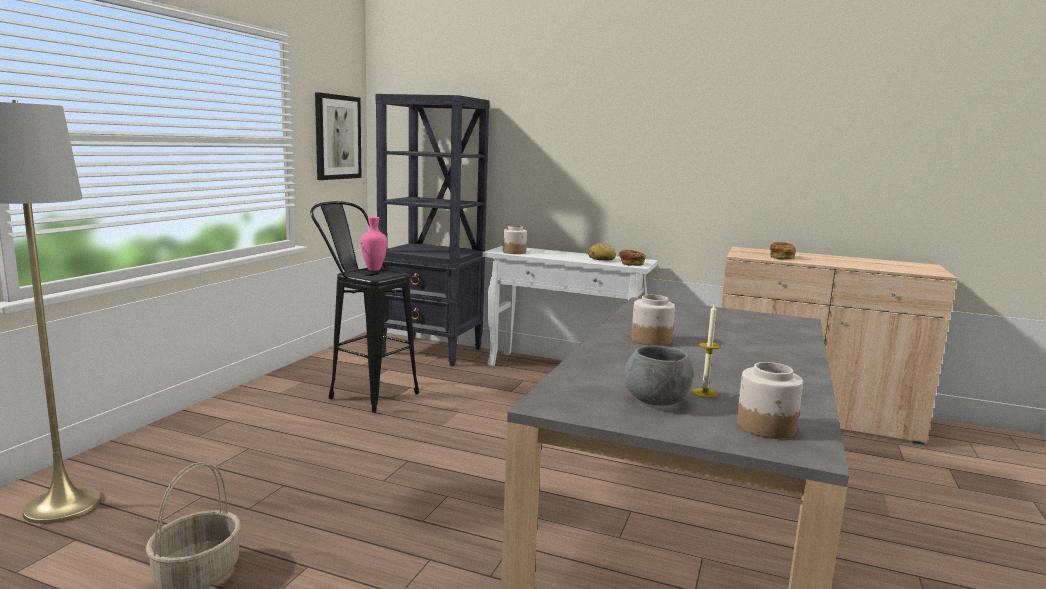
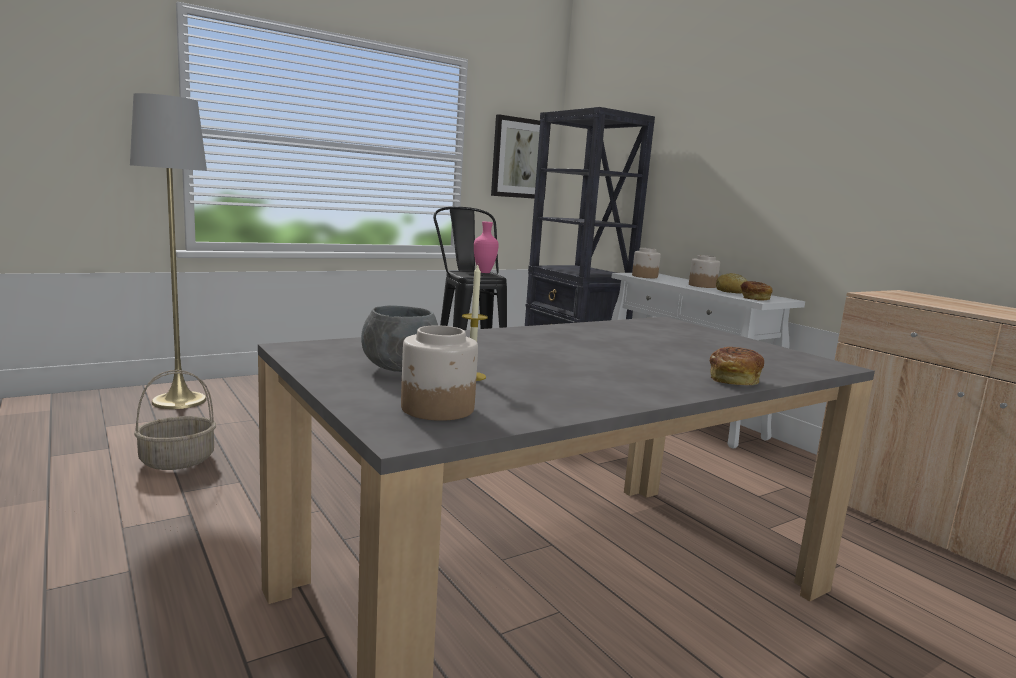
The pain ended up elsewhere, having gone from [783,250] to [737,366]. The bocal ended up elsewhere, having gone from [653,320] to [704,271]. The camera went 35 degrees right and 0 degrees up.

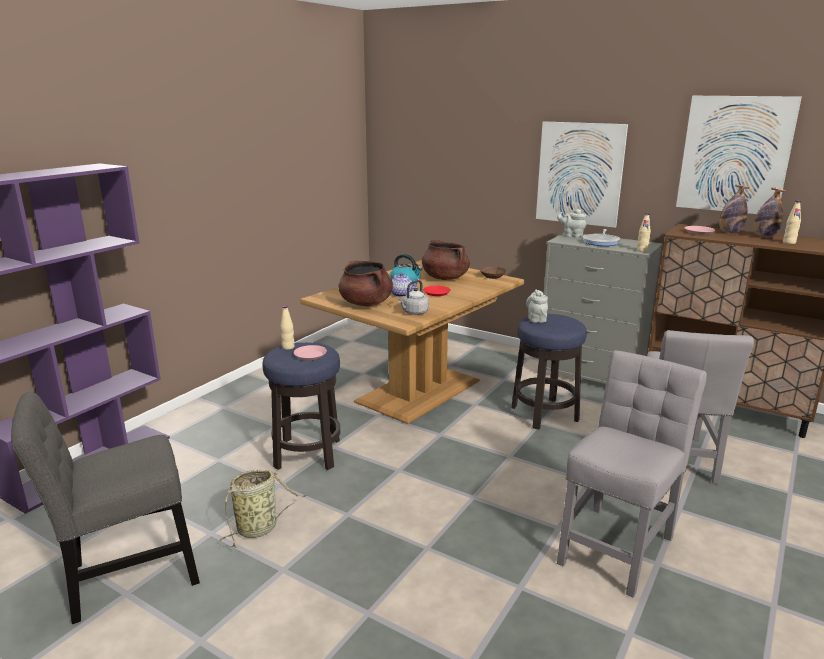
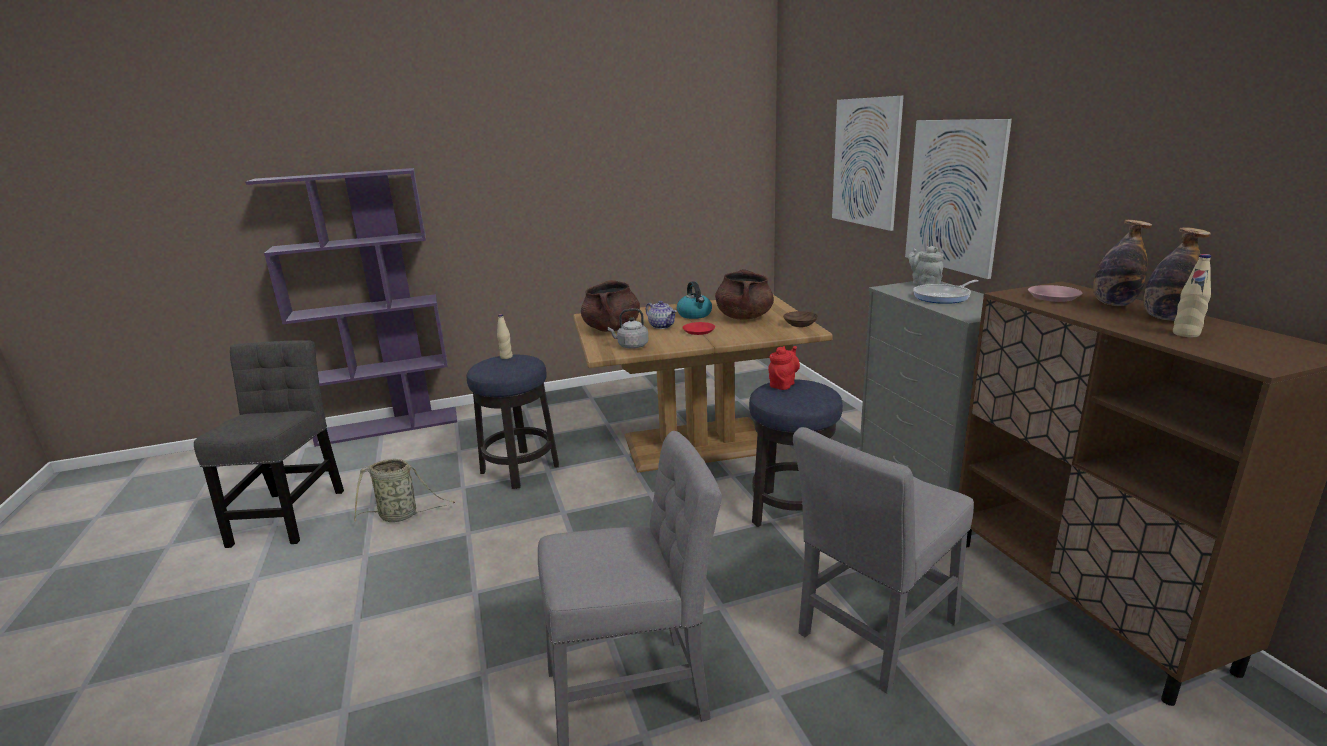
The tableau ended up elsewhere, having gone from [739,155] to [868,163]. The second view lost the bouteille [beige] at [644,232]. What was the théière [gris] at [537,306] turned into the théière [rouge] at [784,368]. The second view lost the assiette [rose] at [310,352]. The chaise [gris] at [105,508] ended up facing another way, 75 degrees clockwise from before. The camera went 40 degrees right and 0 degrees up.

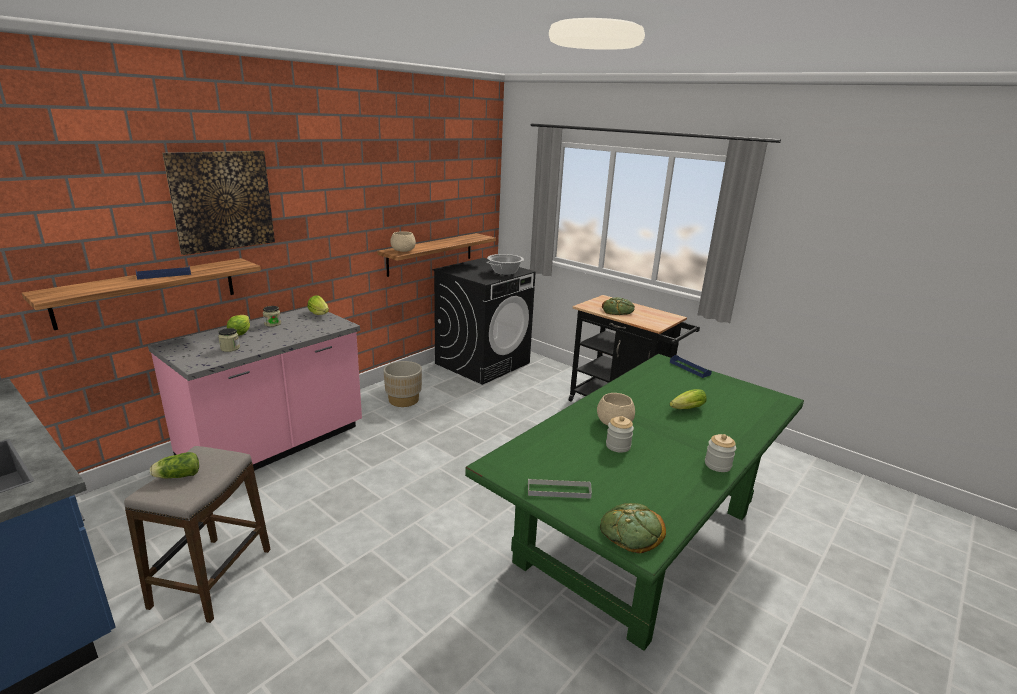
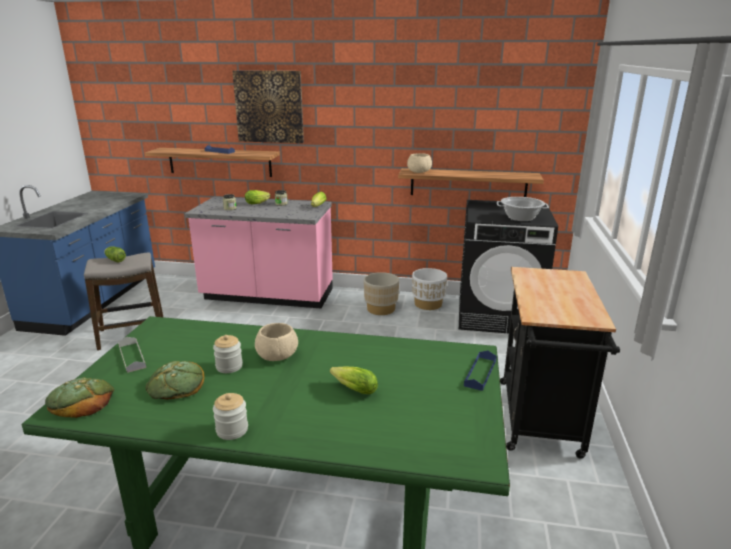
The pain ended up elsewhere, having gone from [618,306] to [175,380]. The second view gained the cache-pot [blanc] at [429,289]. The camera went 60 degrees right and 0 degrees up.

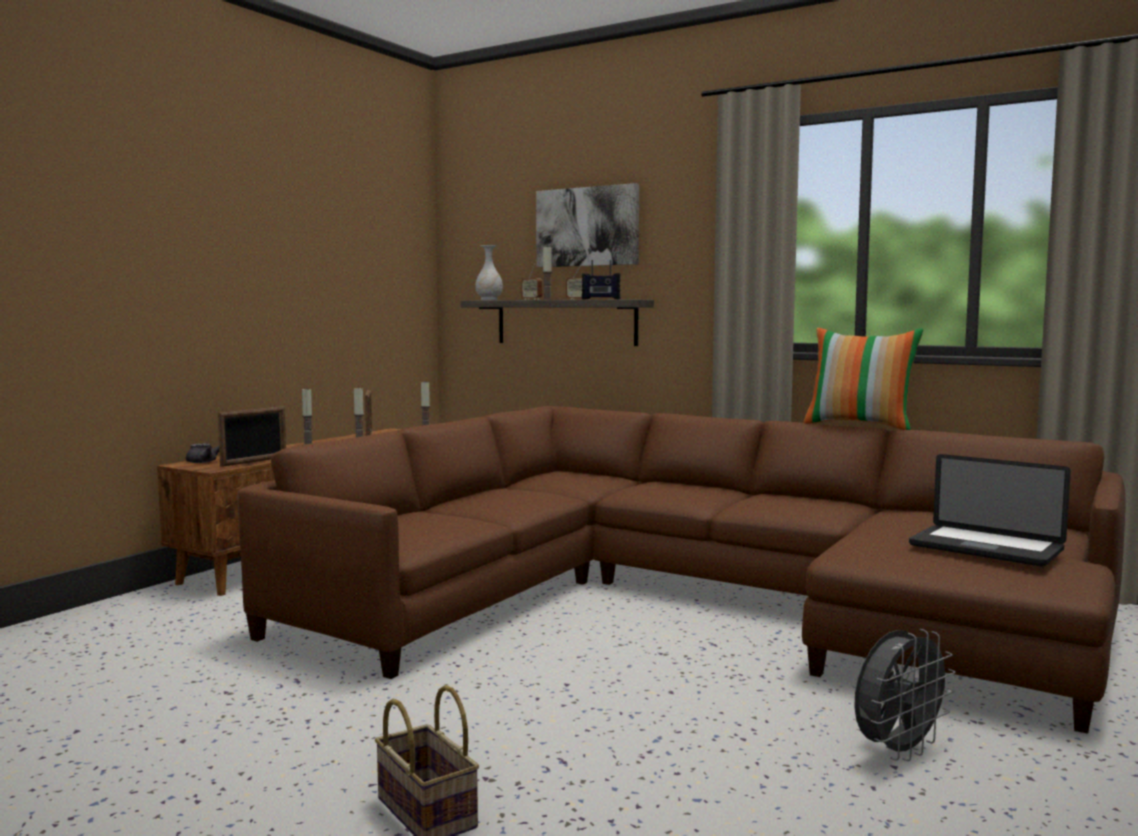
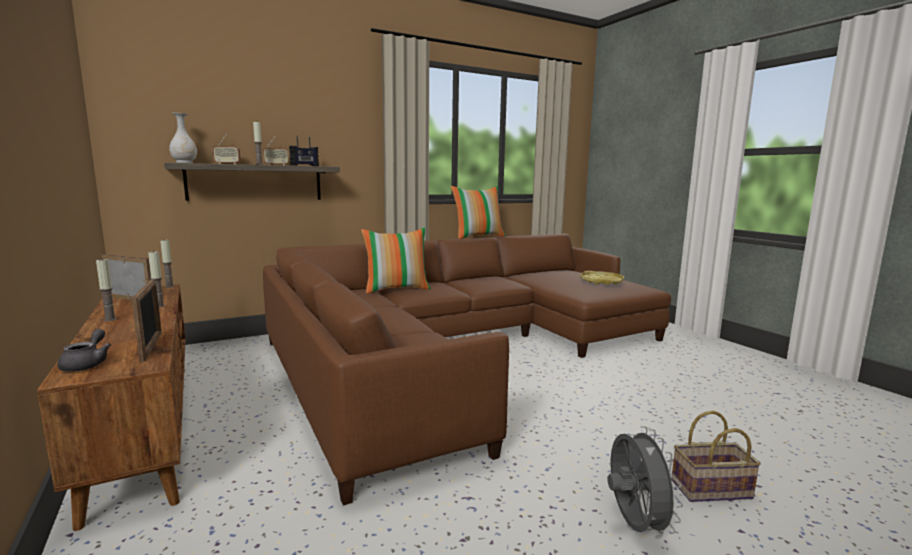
The second view lost the tableau at [587,225]. Where the ordinateur portable stood at [990,510], the plateau [jaune] came to stand at [602,278]. The ventilateur [gris] ended up elsewhere, having gone from [904,695] to [645,481]. The second view gained the coussin at [396,261]. The camera went 60 degrees left and 5 degrees up.

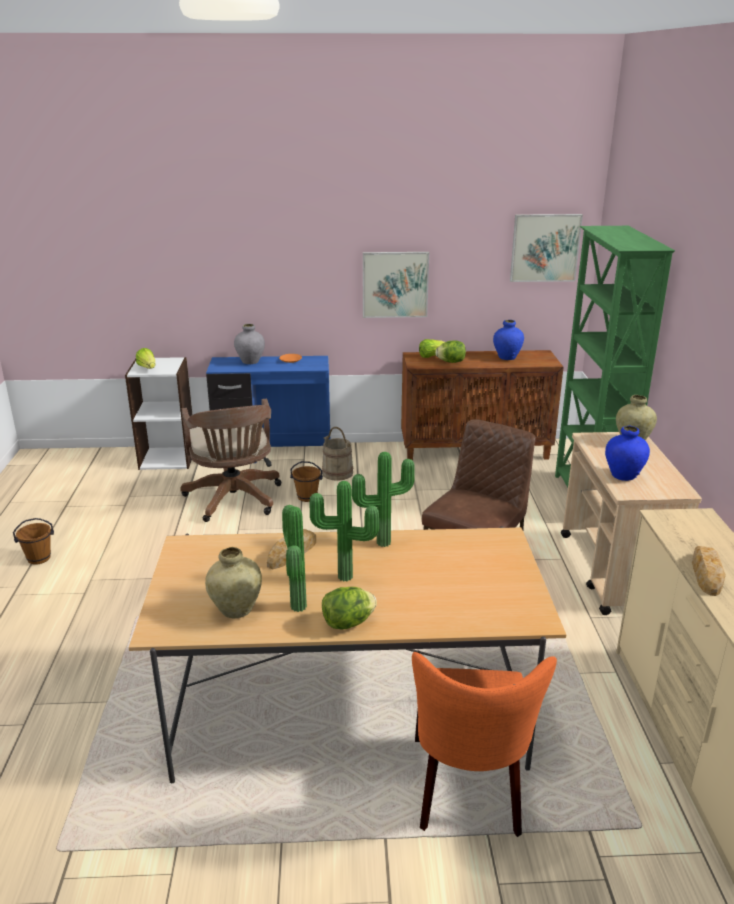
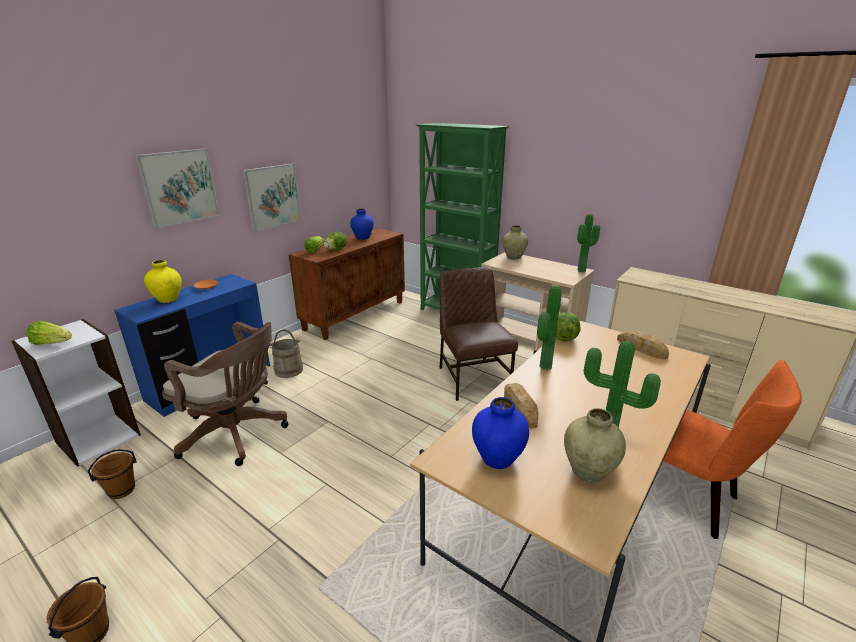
The tableau ended up elsewhere, having gone from [546,248] to [177,189]. What was the vase [gris] at [249,344] turned into the vase [jaune] at [162,281]. The vase [bleu] ended up elsewhere, having gone from [627,453] to [500,433]. The seau [marron] ended up elsewhere, having gone from [306,481] to [112,474]. The plante en pot ended up elsewhere, having gone from [344,531] to [588,243]. The pain ended up elsewhere, having gone from [709,571] to [643,344]. The laitue ended up elsewhere, having gone from [349,608] to [568,327]. The camera went 50 degrees left and 0 degrees up.

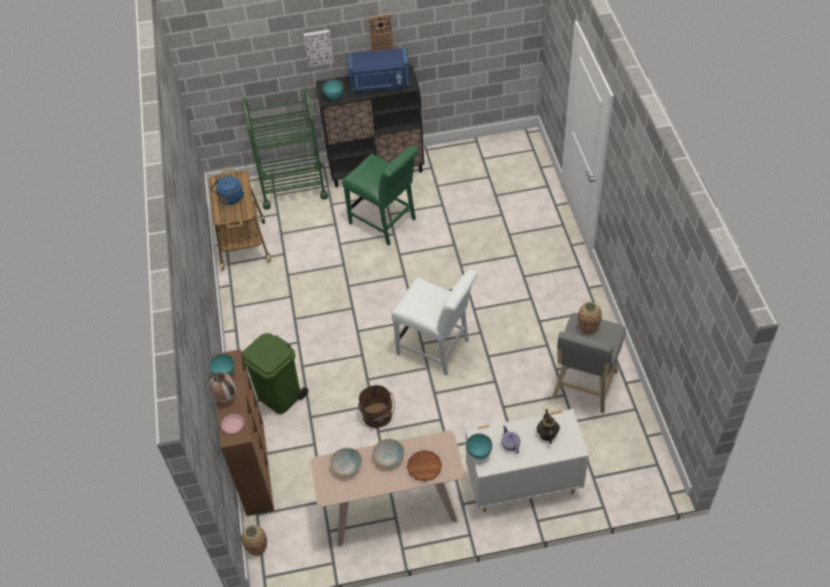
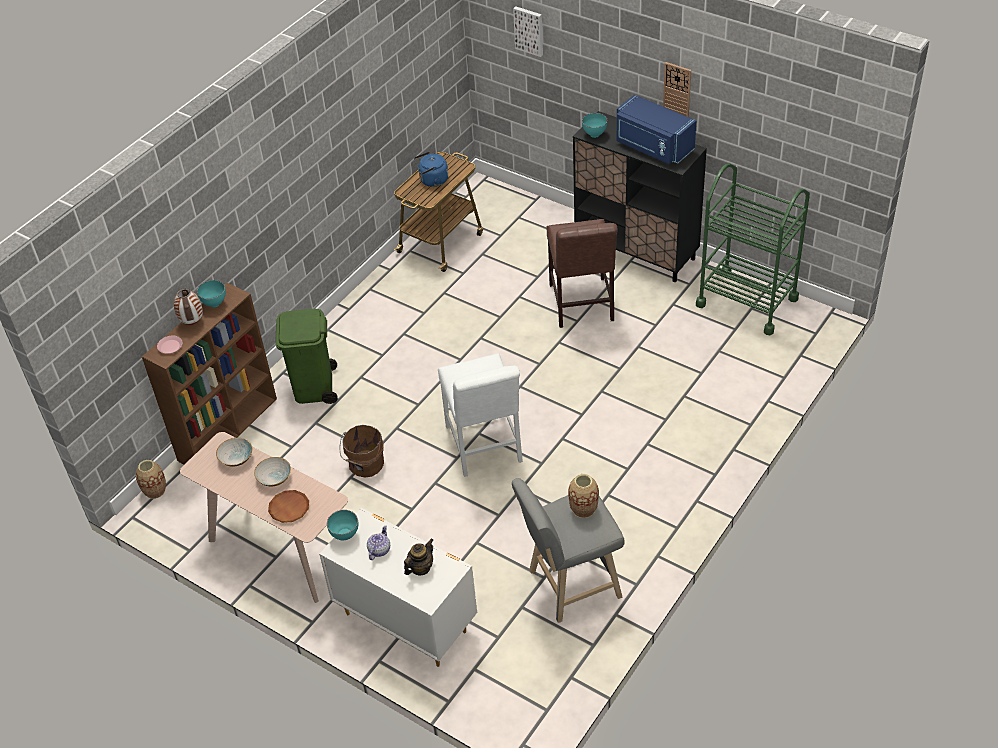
The tableau ended up elsewhere, having gone from [319,48] to [528,31]. The chariot [vert] ended up elsewhere, having gone from [285,148] to [753,249]. What was the chaise [vert] at [380,195] turned into the chaise [marron] at [582,273]. The camera went 45 degrees right and 5 degrees down.

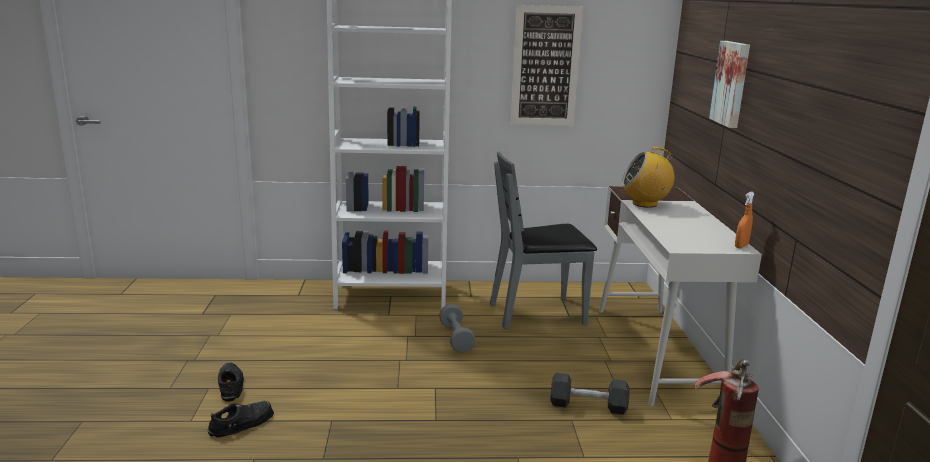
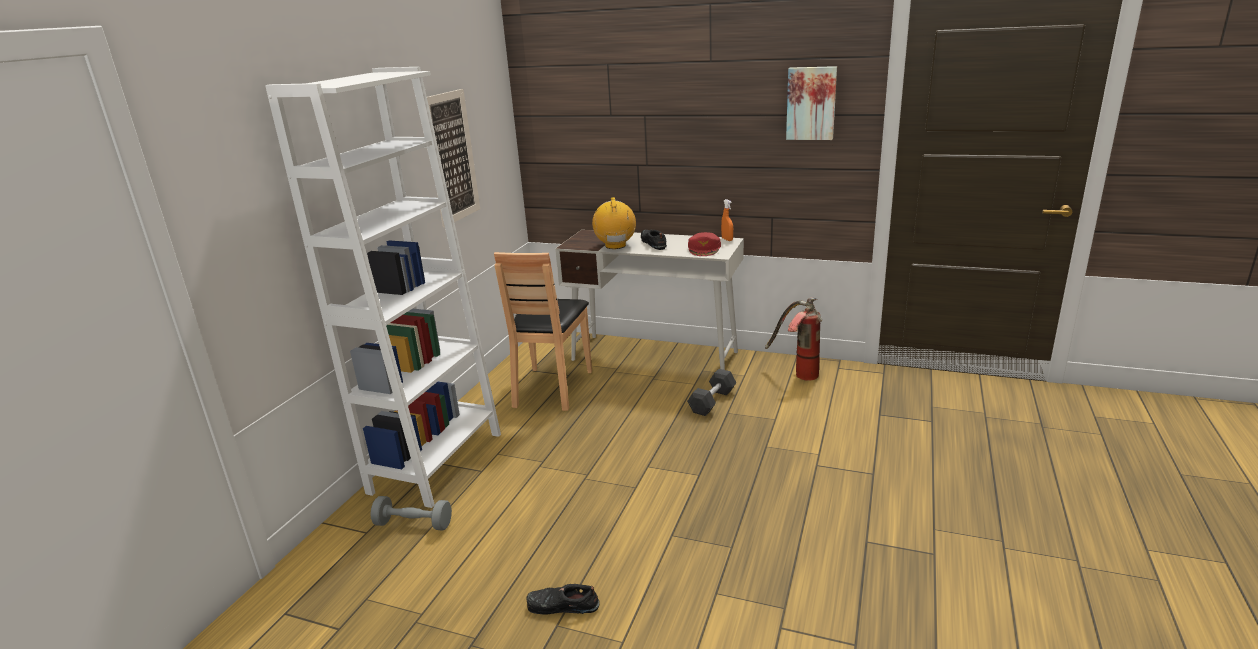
The tableau ended up elsewhere, having gone from [729,84] to [811,103]. The radio at [648,177] ended up facing another way, 150 degrees clockwise from before. What was the chaise [gris] at [543,240] turned into the chaise [marron] at [543,331]. The haltère [gris] ended up elsewhere, having gone from [457,328] to [411,513]. The chaussure [noir] ended up elsewhere, having gone from [240,419] to [654,240]. The second view gained the casquette [rouge] at [704,244]. The camera went 65 degrees left and 5 degrees up.

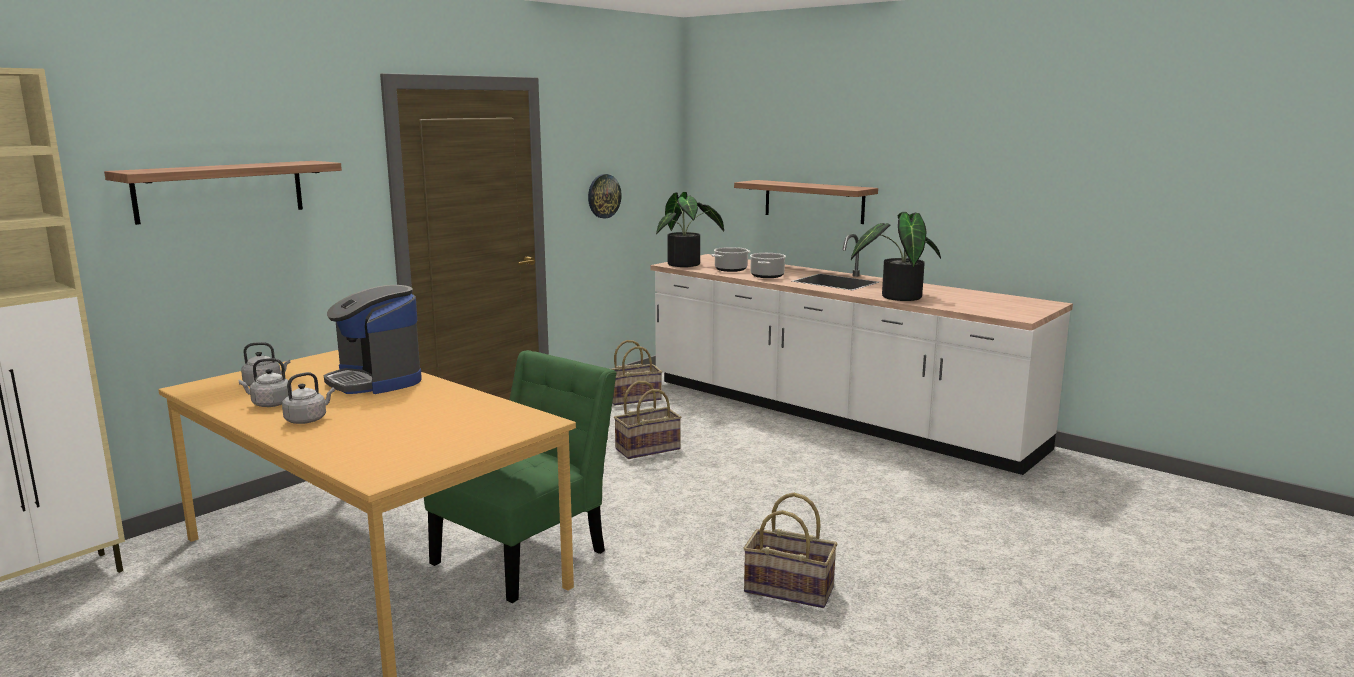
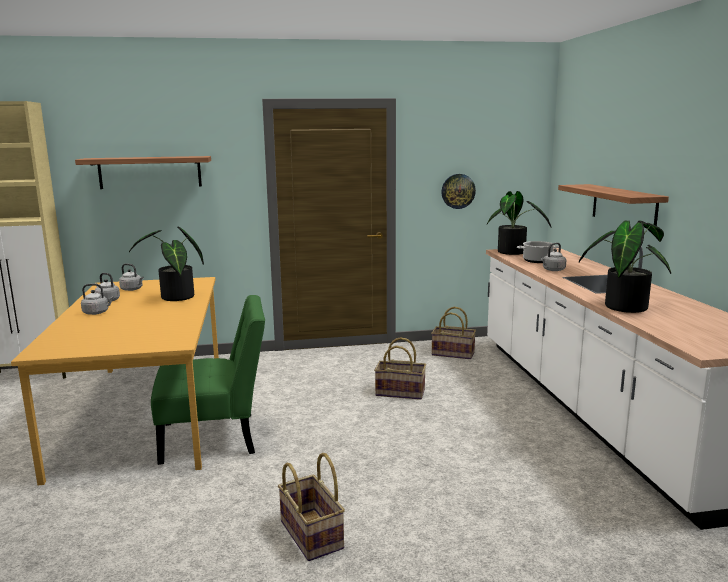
Where the marmite stood at [768,265], the bouilloire [gris] came to stand at [553,256]. Where the machine à café stood at [373,339], the plante en pot came to stand at [166,264]. The camera went 40 degrees right and 0 degrees up.

